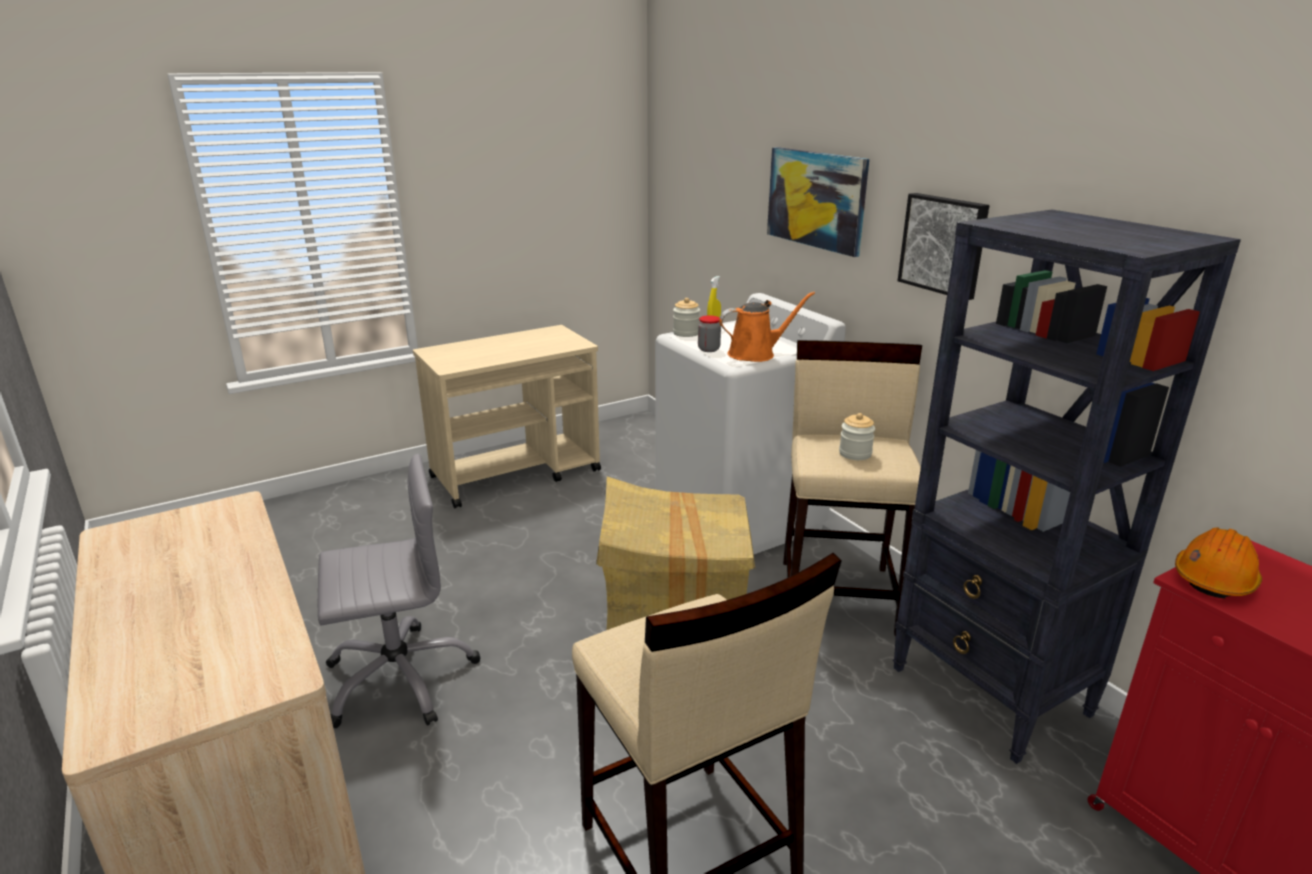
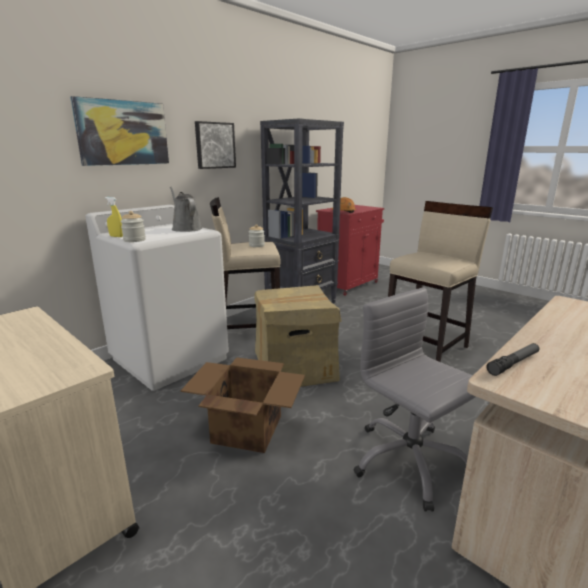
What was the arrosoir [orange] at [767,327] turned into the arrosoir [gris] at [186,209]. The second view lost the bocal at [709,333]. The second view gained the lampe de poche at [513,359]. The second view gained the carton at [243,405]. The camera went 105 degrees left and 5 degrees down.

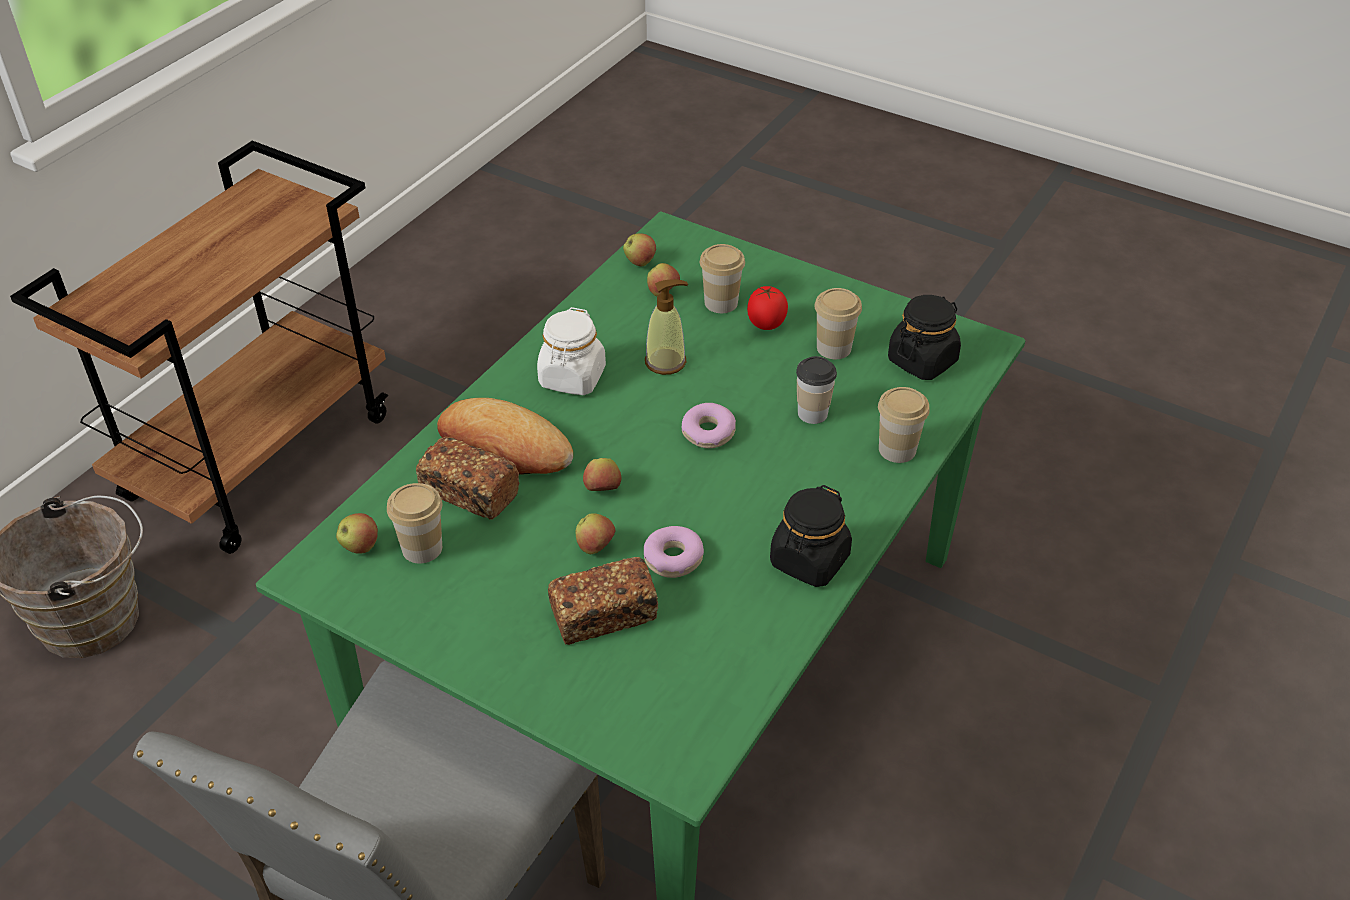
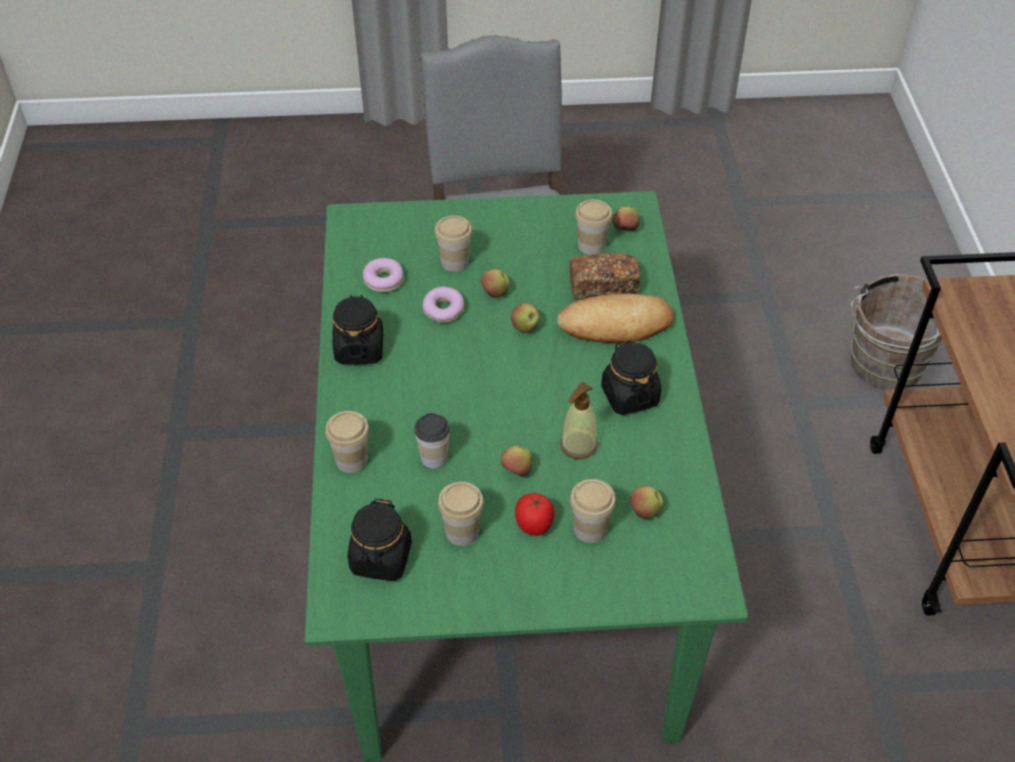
The pomme ended up elsewhere, having gone from [639,249] to [517,461]. What was the bocal [blanc] at [571,351] turned into the bocal [noir] at [631,377]. The beignet ended up elsewhere, having gone from [709,425] to [383,275]. Where the pain stood at [603,601], the tasse came to stand at [453,243]. The camera went 145 degrees right and 5 degrees up.

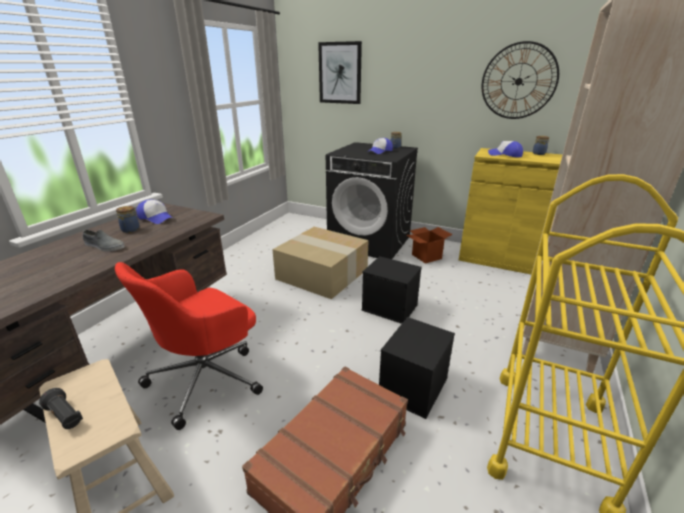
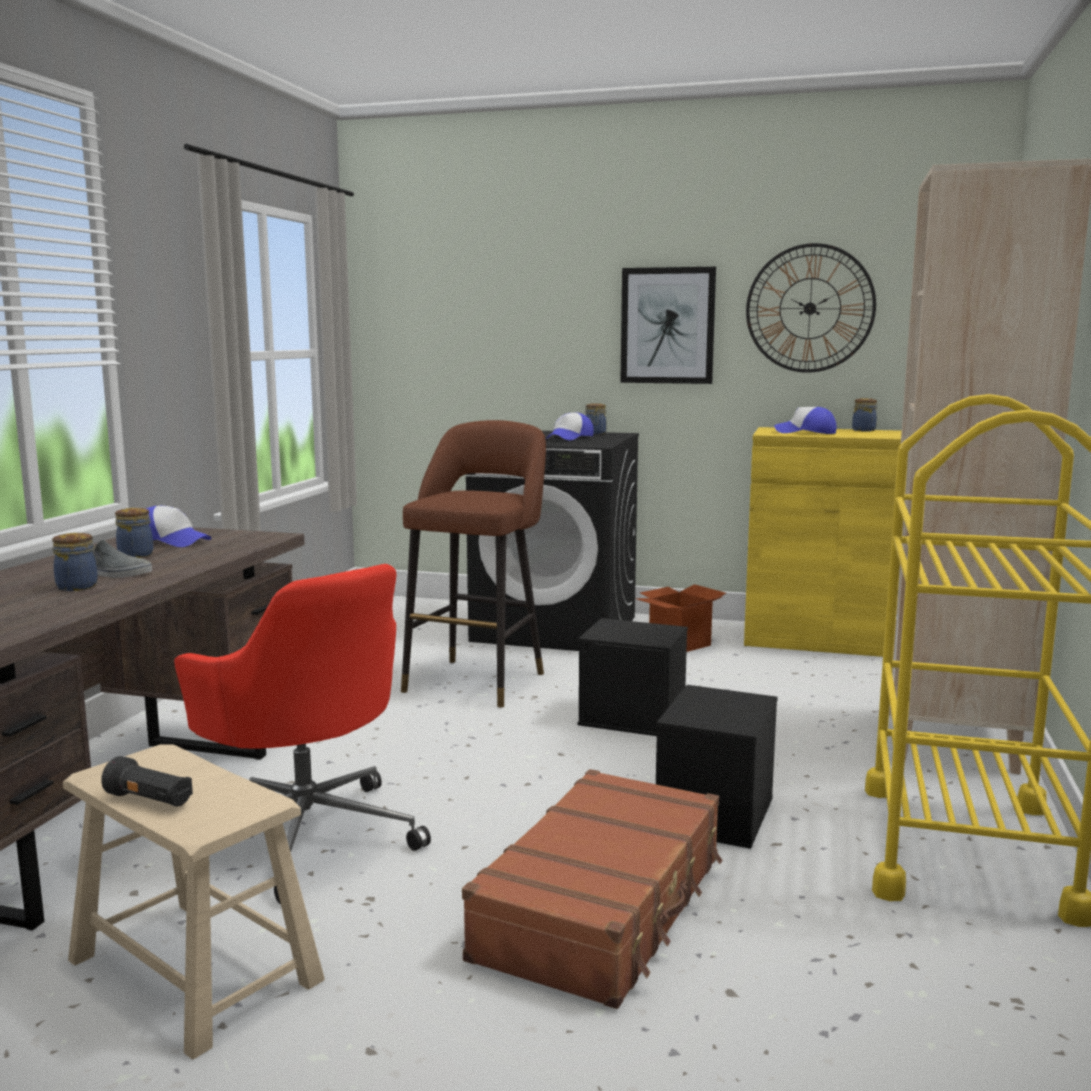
The tableau ended up elsewhere, having gone from [340,72] to [668,325]. Where the carton stood at [320,263], the tabouret [marron] came to stand at [473,563]. The chaise de bureau [rouge] at [189,346] ended up facing another way, 75 degrees counterclockwise from before. The second view gained the bocal at [75,562]. The camera went 10 degrees left and 15 degrees down.

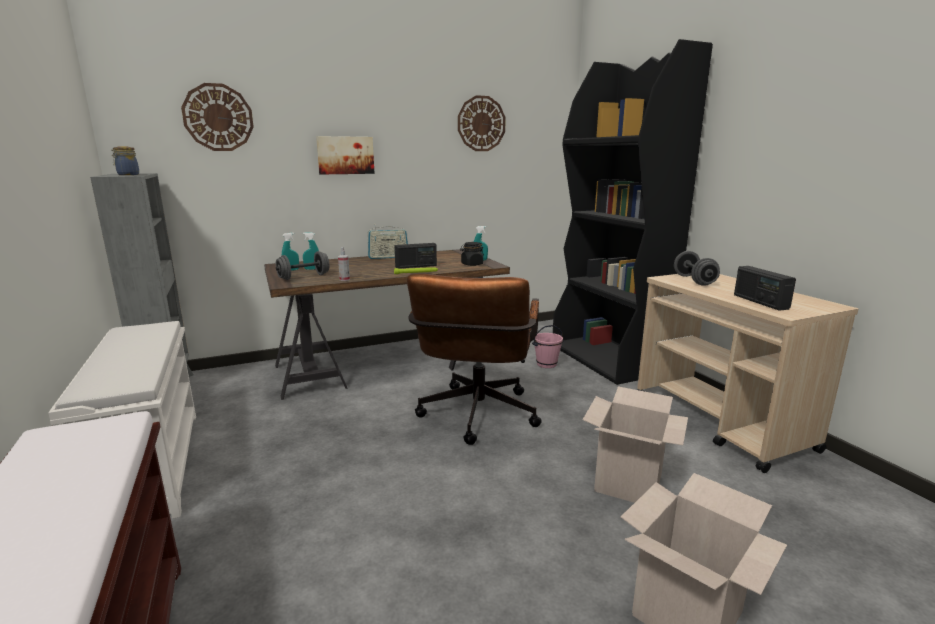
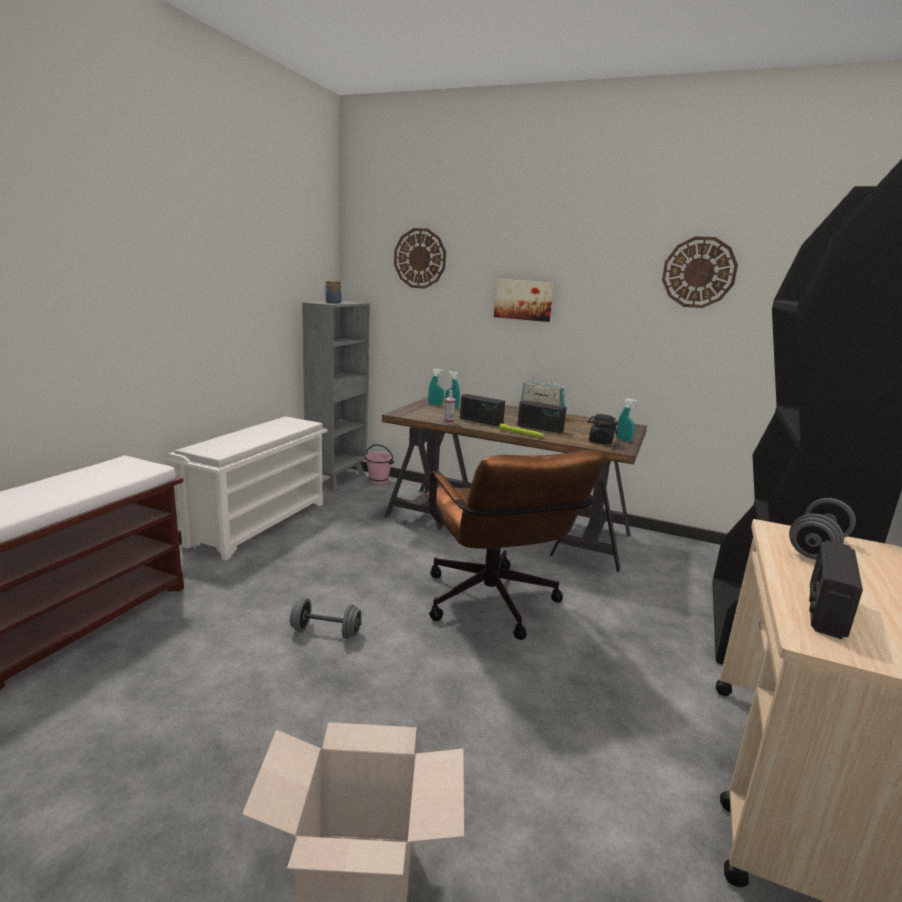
The haltère [gris] ended up elsewhere, having gone from [303,265] to [326,618]. The chaise de bureau [marron] at [474,359] ended up facing another way, 75 degrees counterclockwise from before. The seau [rose] ended up elsewhere, having gone from [548,346] to [379,464]. The second view lost the carton at [635,444]. The second view gained the radio at [482,410]. The camera went 45 degrees right and 0 degrees up.

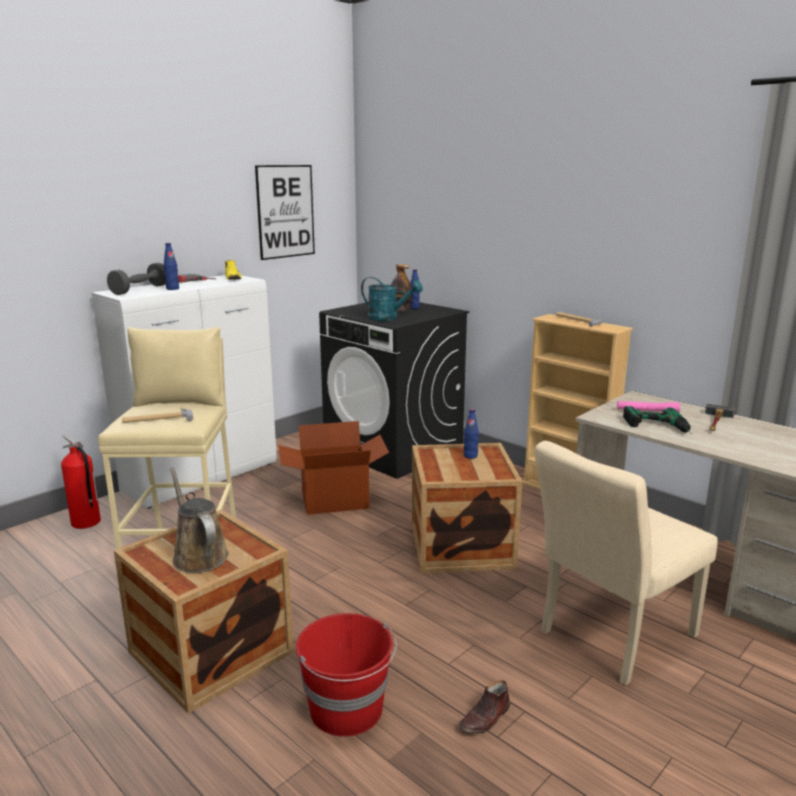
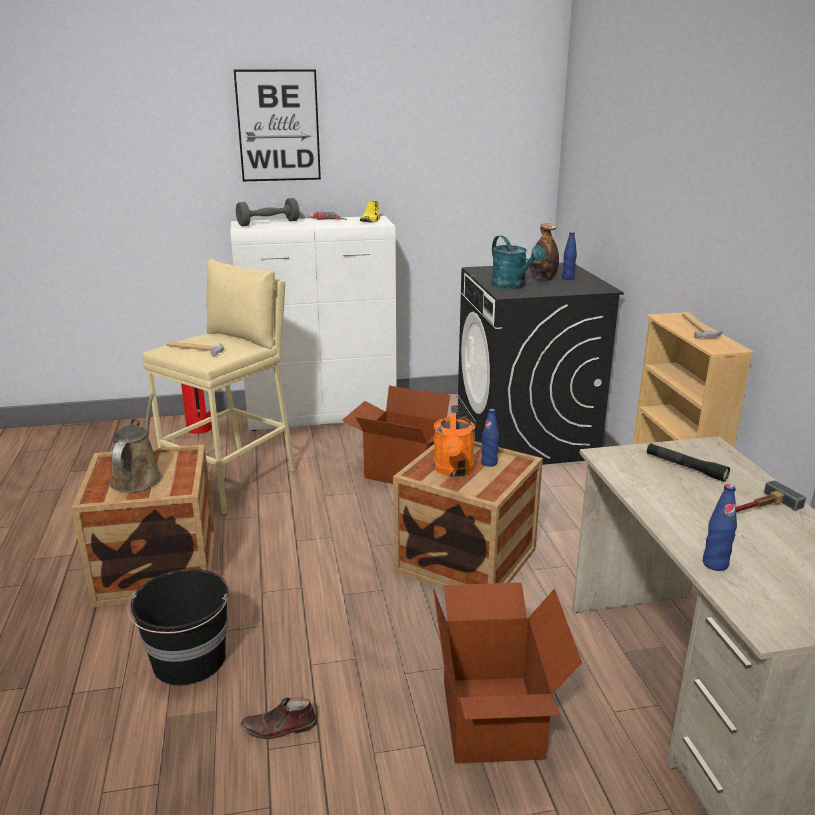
The tableau ended up elsewhere, having gone from [285,212] to [277,125]. The bouteille [bleu] ended up elsewhere, having gone from [171,266] to [720,527]. What was the lampe de poche [rose] at [648,407] turned into the lampe de poche [noir] at [688,462]. The second view lost the perceuse at [657,420]. Where the chaise [beige] stood at [626,563], the carton came to stand at [507,673]. What was the seau [rouge] at [346,675] turned into the seau [noir] at [178,627]. The second view gained the arrosoir [orange] at [454,441]. The camera went 35 degrees right and 5 degrees up.

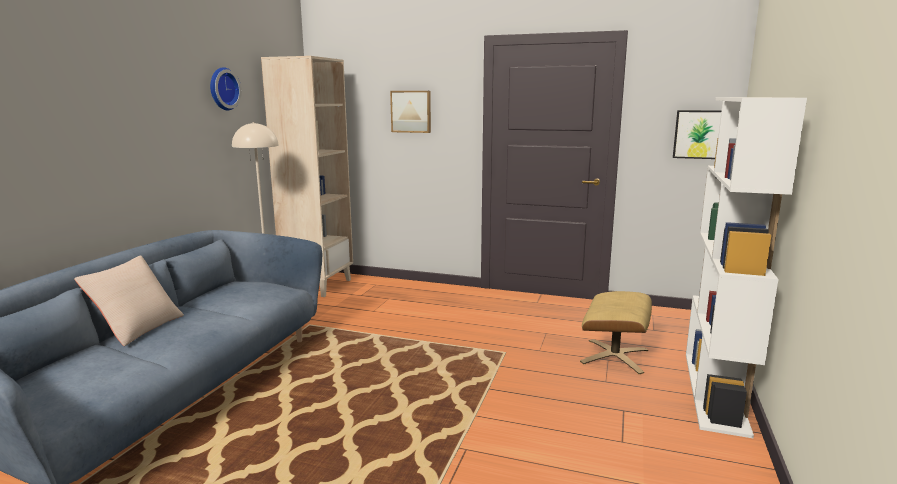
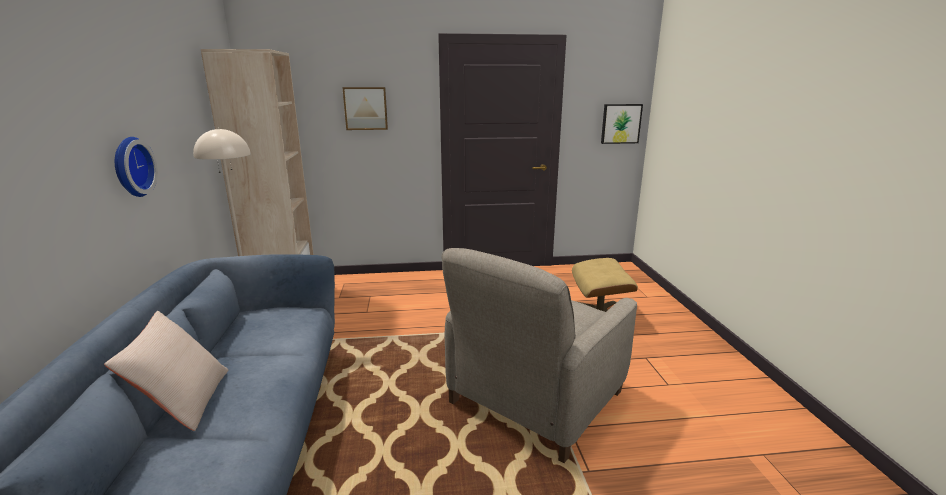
The horloge murale ended up elsewhere, having gone from [226,88] to [136,167]. The second view lost the bibliothèque [blanc] at [746,267]. The second view gained the fauteuil [beige] at [539,355]. The camera went 25 degrees left and 5 degrees up.

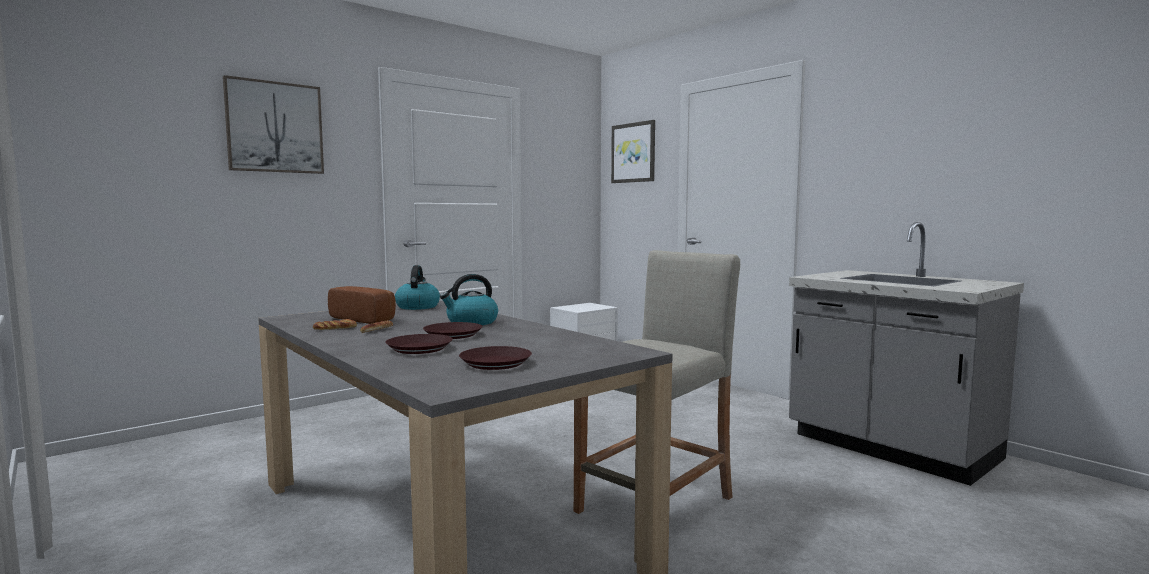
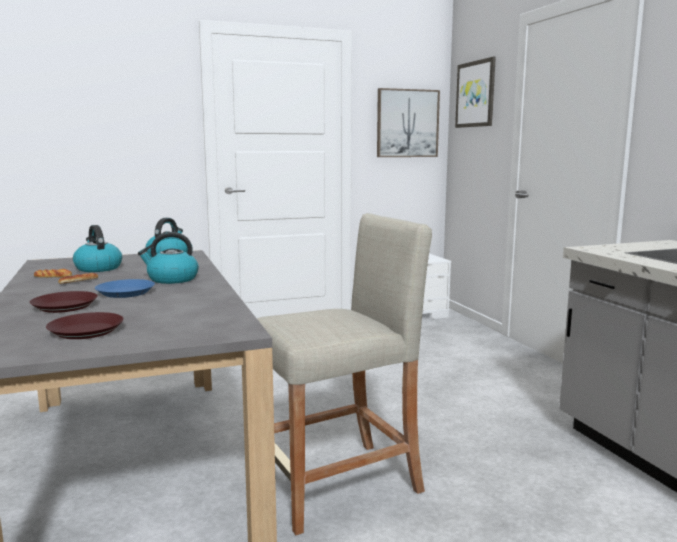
The tableau ended up elsewhere, having gone from [273,124] to [408,122]. Where the pain stood at [362,305], the bouilloire came to stand at [97,248]. What was the assiette [marron] at [453,330] turned into the assiette [bleu] at [125,288]. The camera went 20 degrees right and 5 degrees up.

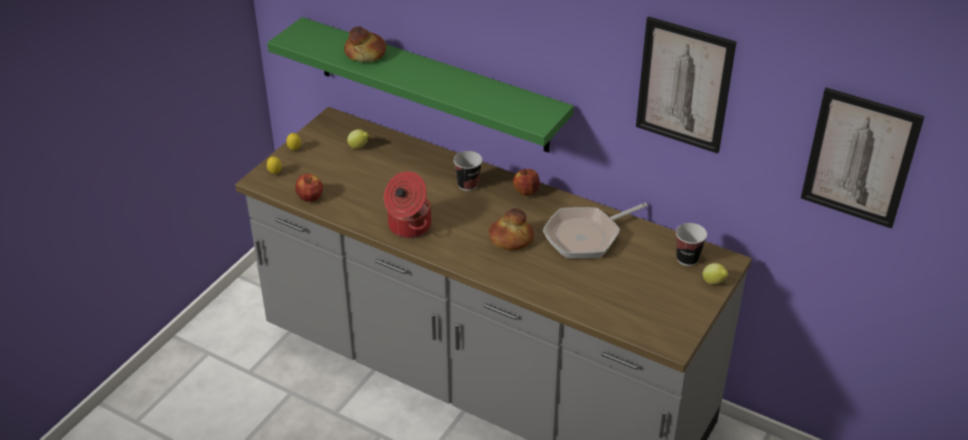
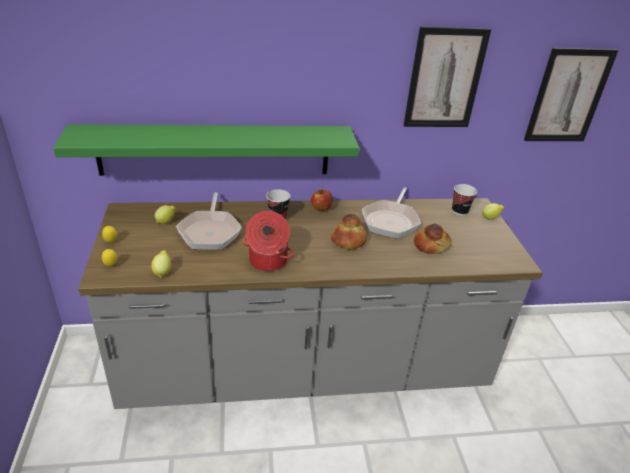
The pain ended up elsewhere, having gone from [365,44] to [432,238]. Where the pomme stood at [309,188], the citron came to stand at [161,264]. The second view gained the poêle at [209,221]. The camera went 40 degrees left and 5 degrees down.

